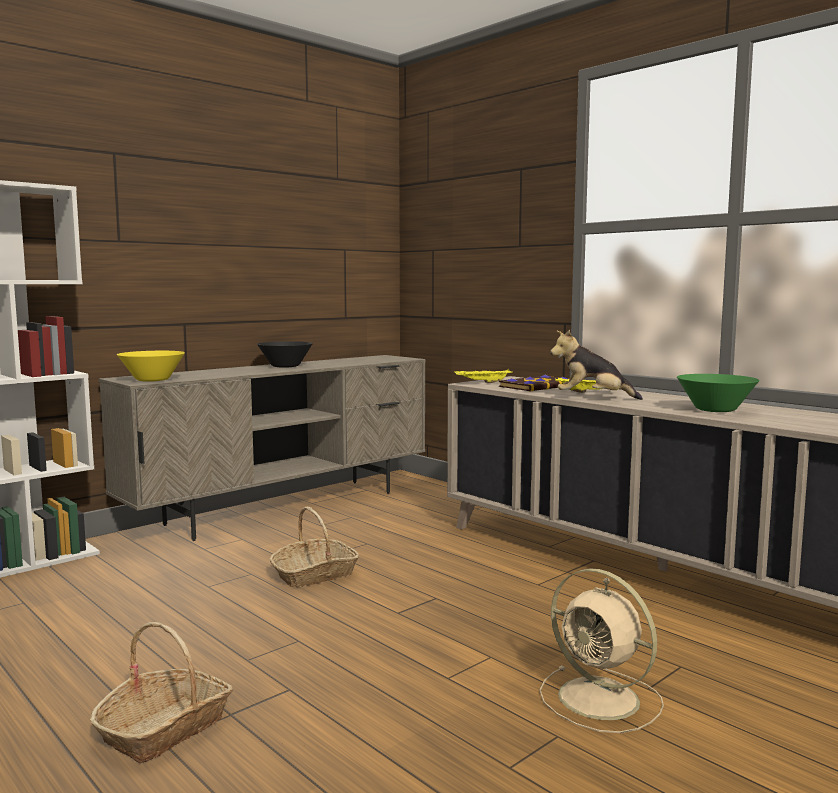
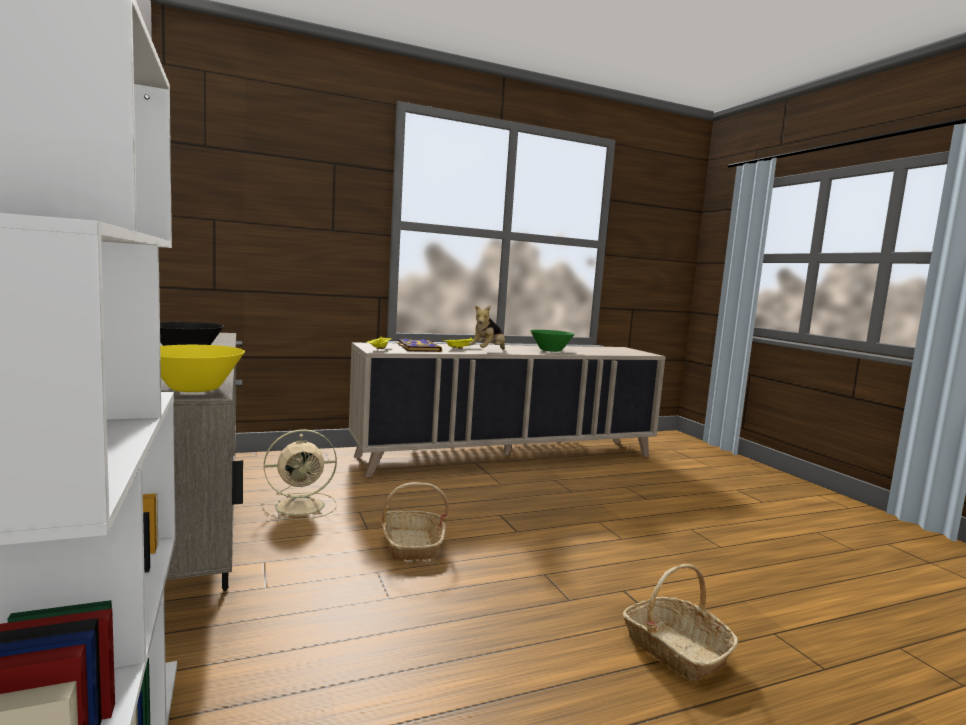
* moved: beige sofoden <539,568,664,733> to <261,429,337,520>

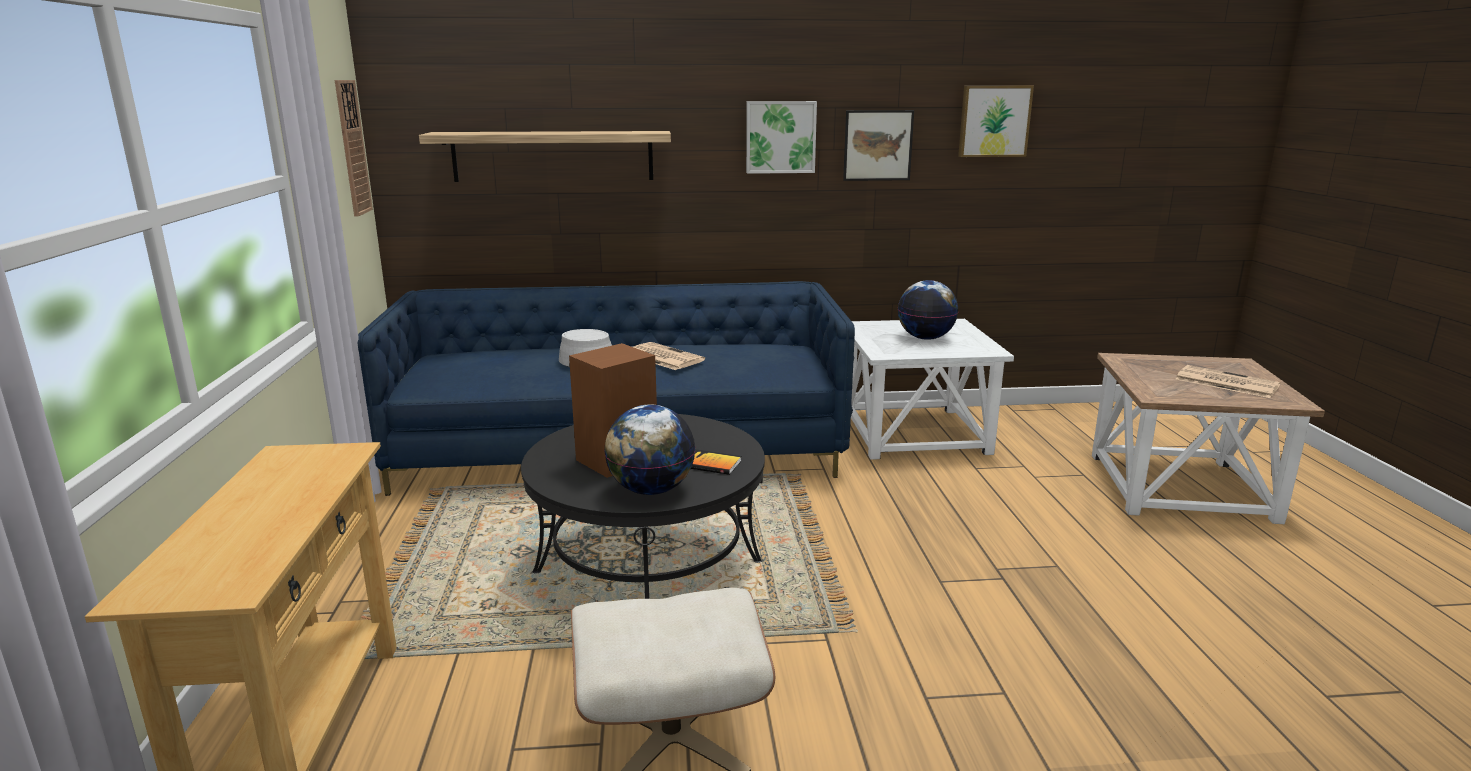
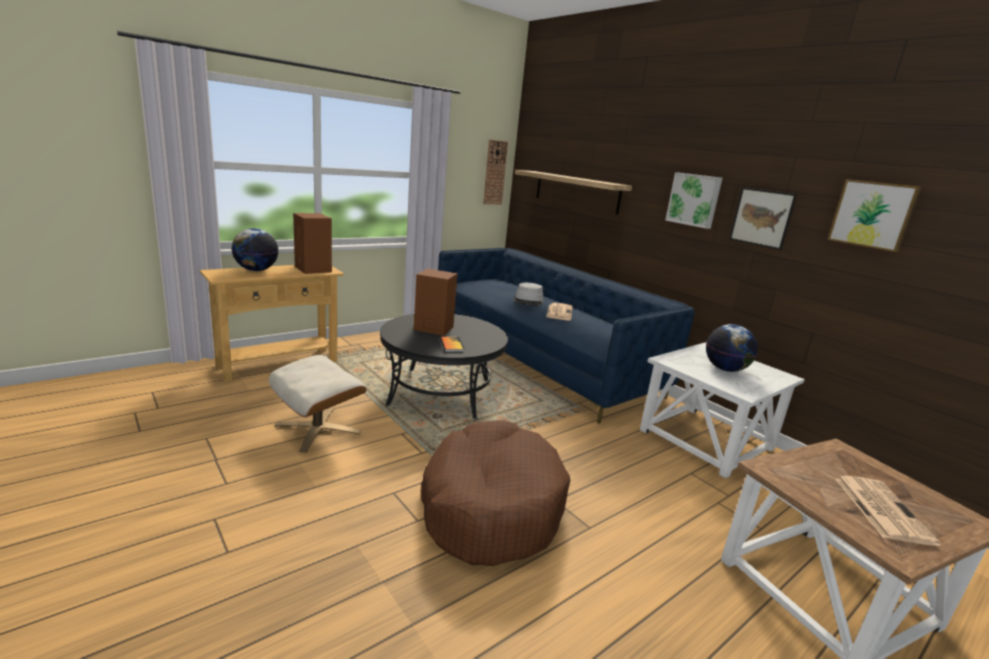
* moved: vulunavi <604,404,695,495> to <231,228,279,271>
* added: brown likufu <293,213,332,274>
* added: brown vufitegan <421,421,570,566>

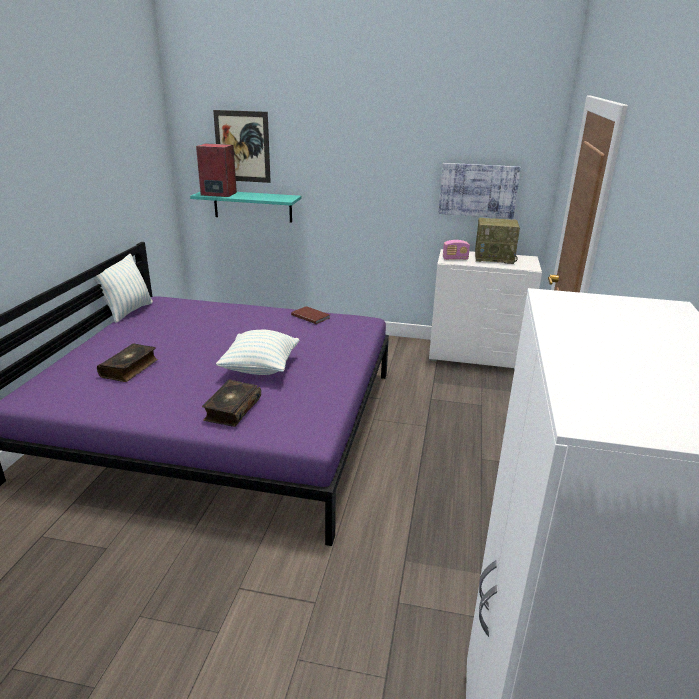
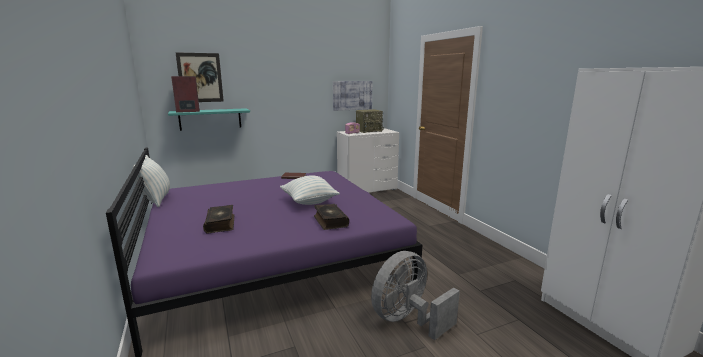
* added: grey sofoden <371,251,460,340>

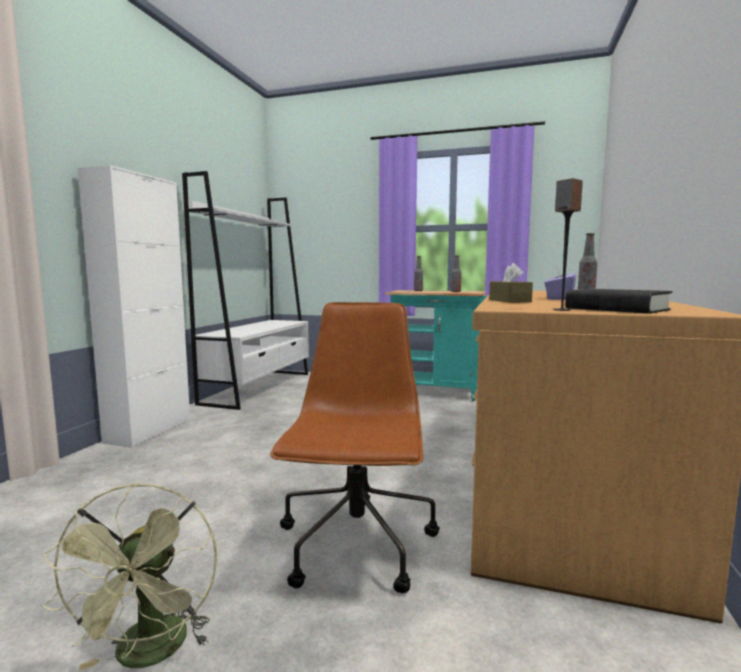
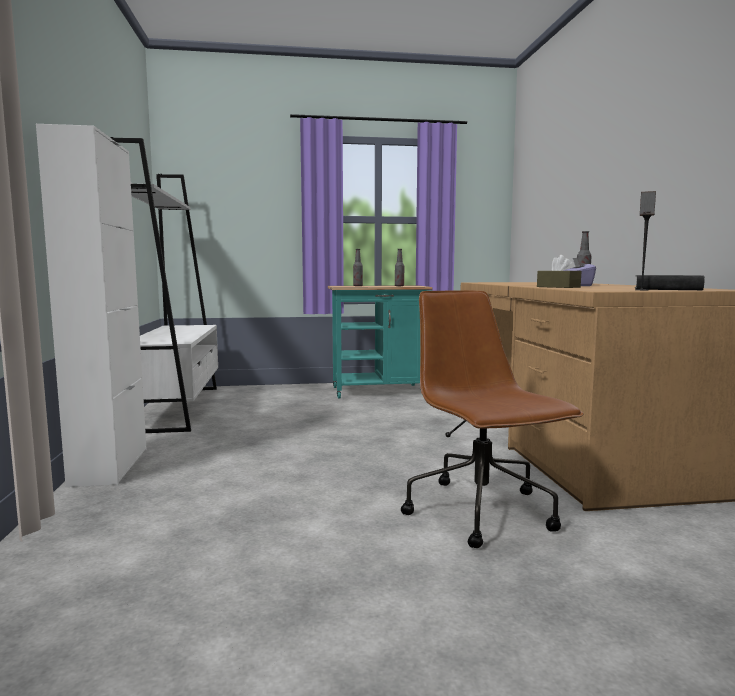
* removed: green sofoden <41,483,217,671>

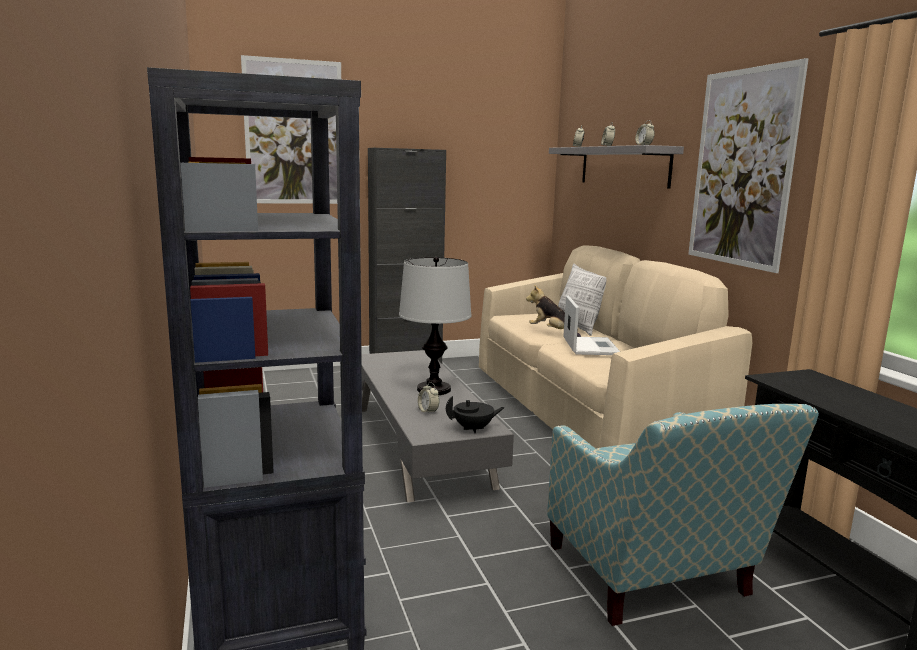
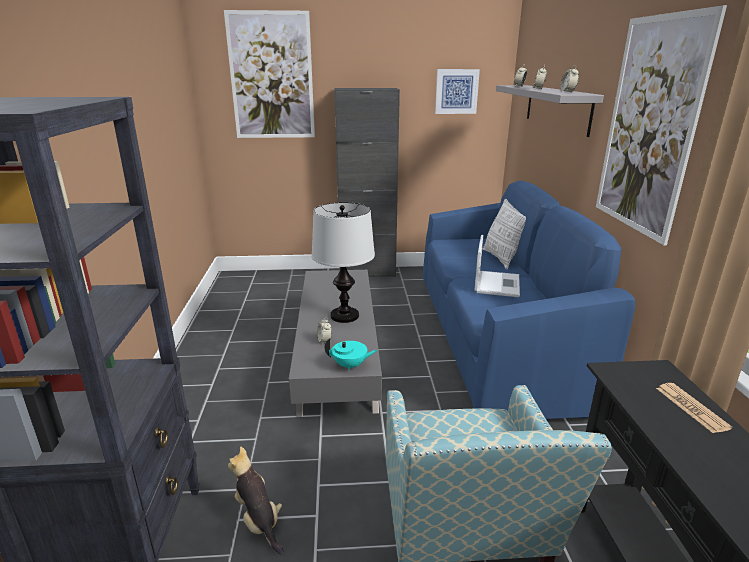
* recoloured: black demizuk <446,396,505,433> to turquoise demizuk <325,338,378,371>
* recoloured: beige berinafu <479,245,752,448> to blue berinafu <423,181,635,419>
* moved: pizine <526,285,581,337> to <228,447,284,555>
* added: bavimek <435,69,480,114>
* added: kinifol <656,383,732,433>

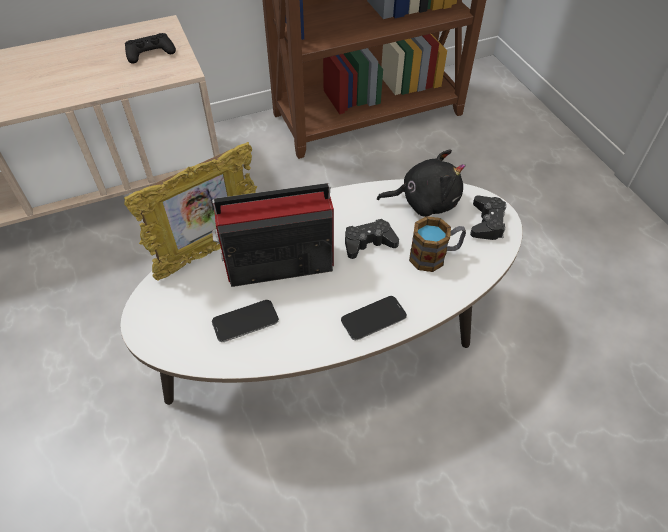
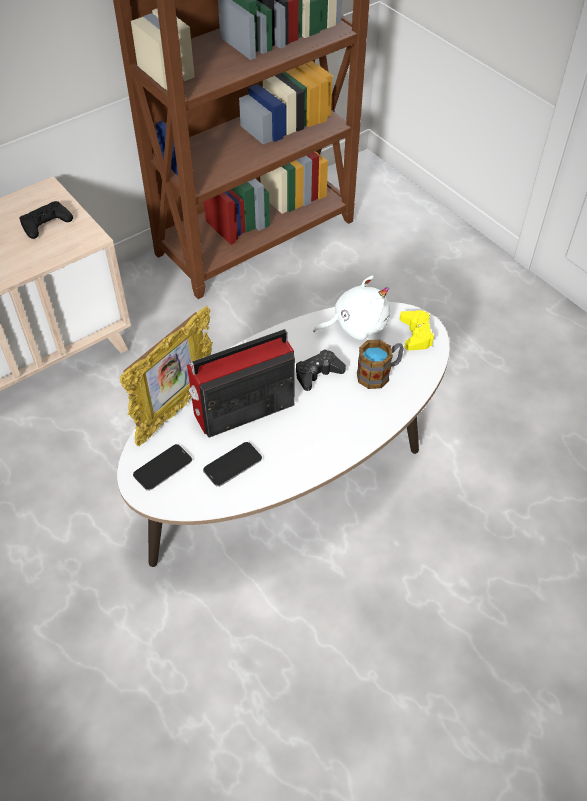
* moved: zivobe <341,296,407,340> to <133,444,192,491>
* recoloured: black pizine <377,150,465,217> to white pizine <313,275,390,340>
* recoloured: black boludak <470,195,506,240> to yellow boludak <400,310,434,350>

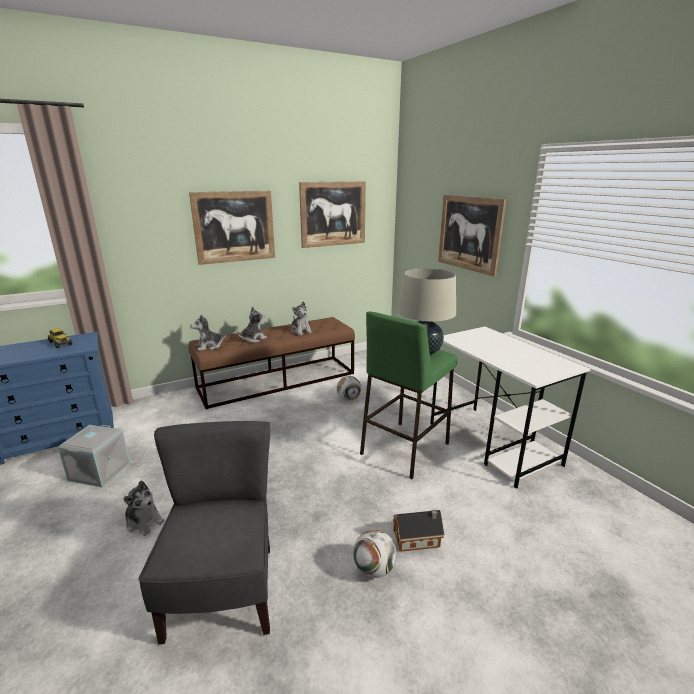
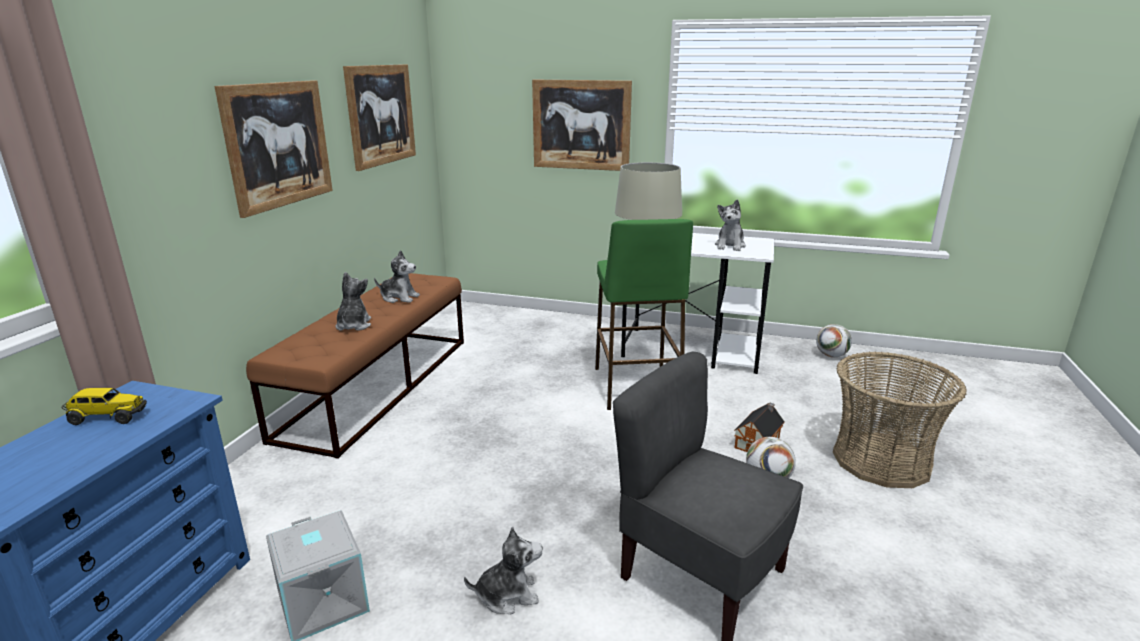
* moved: pizine <190,315,226,351> to <715,200,746,251>
* moved: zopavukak <337,376,361,401> to <816,324,852,357>
* added: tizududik <833,351,967,488>

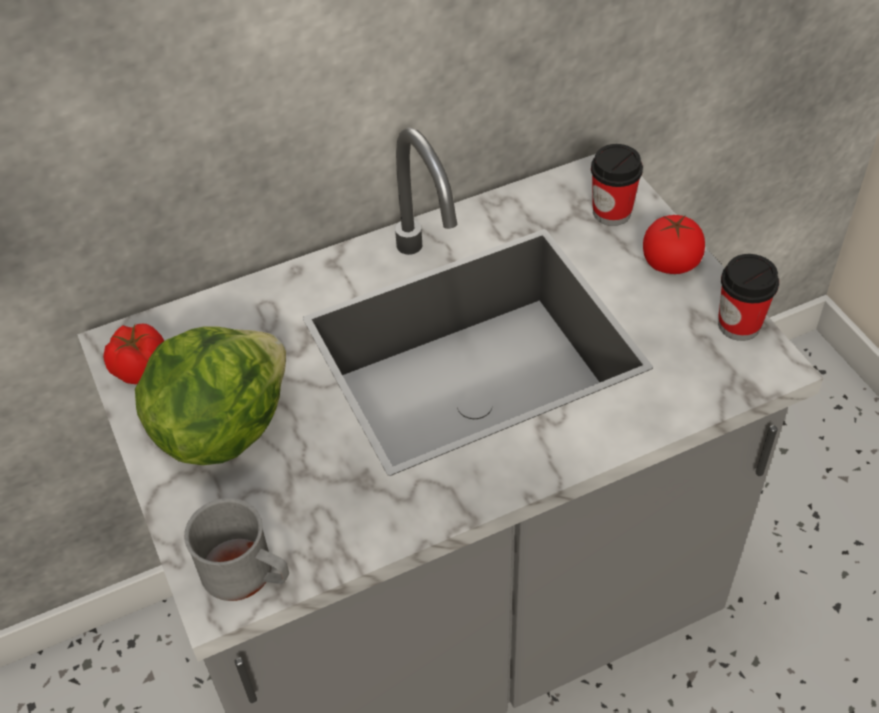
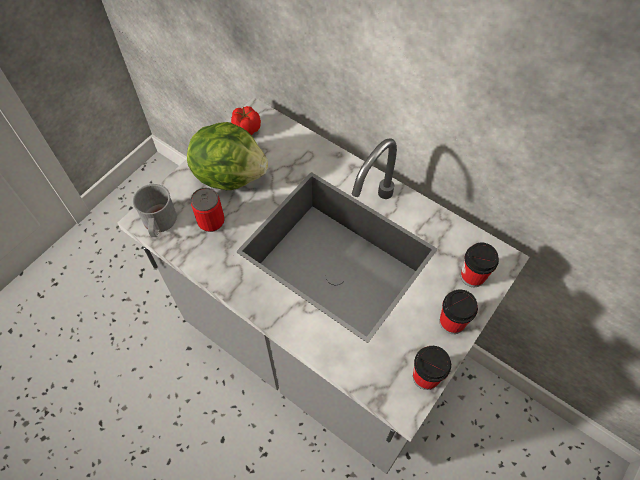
* replaced: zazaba <643,215,705,274> to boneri <440,289,478,334>
* added: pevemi <191,188,225,232>

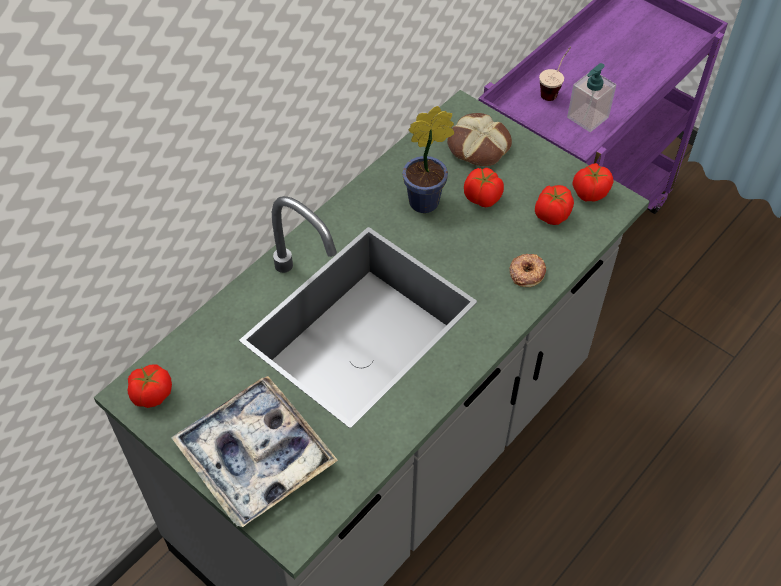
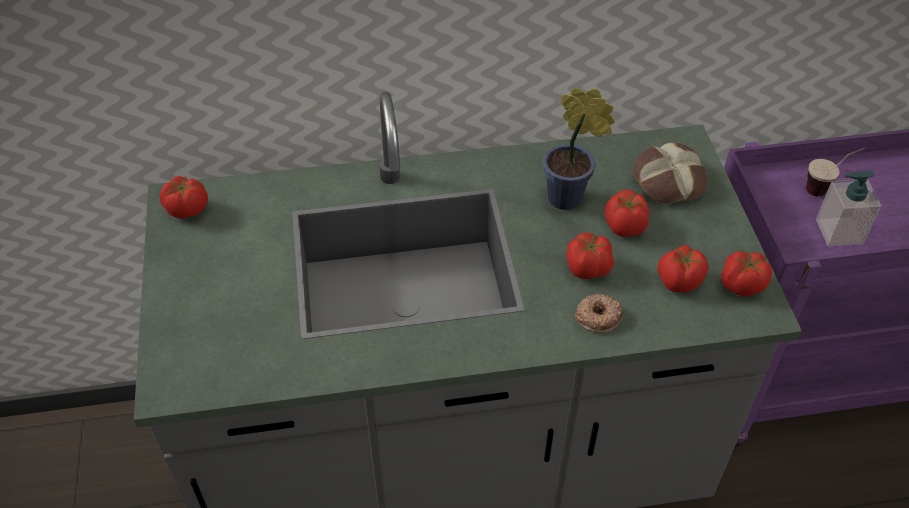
* removed: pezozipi <171,376,338,528>
* added: zazaba <566,232,614,279>

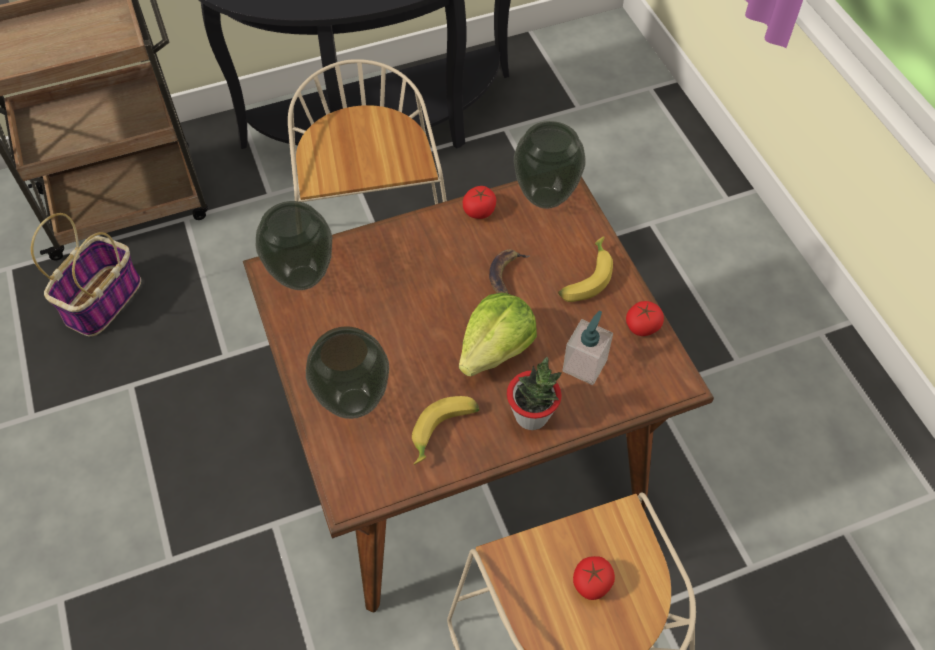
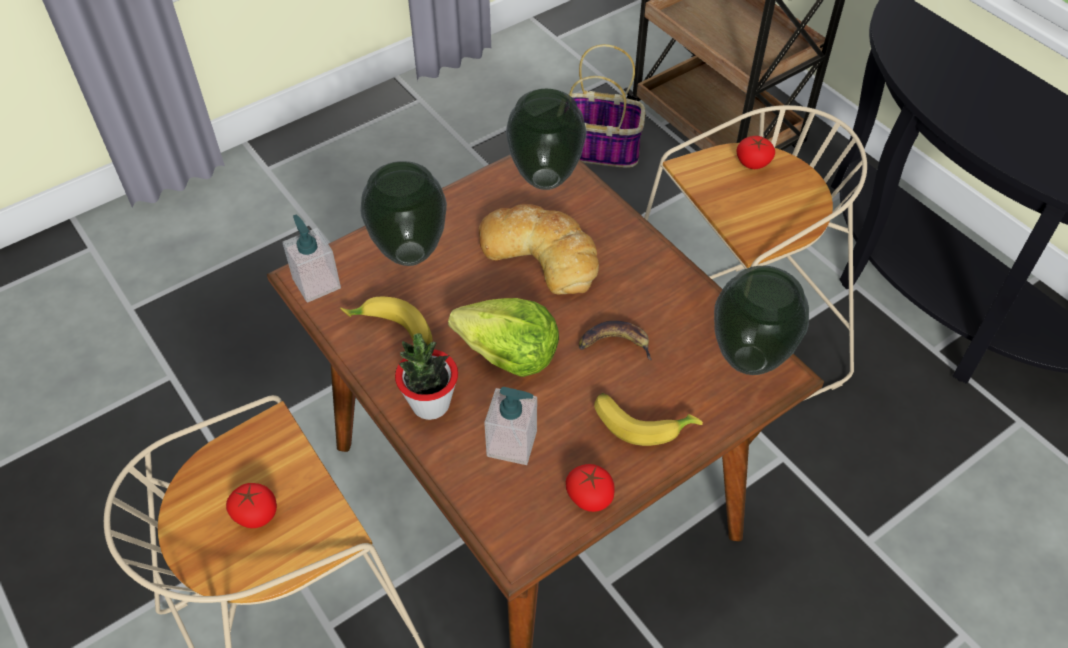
* moved: zazaba <463,186,496,219> to <736,136,775,169>
* added: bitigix <282,215,341,303>
* added: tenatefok <479,204,599,294>

